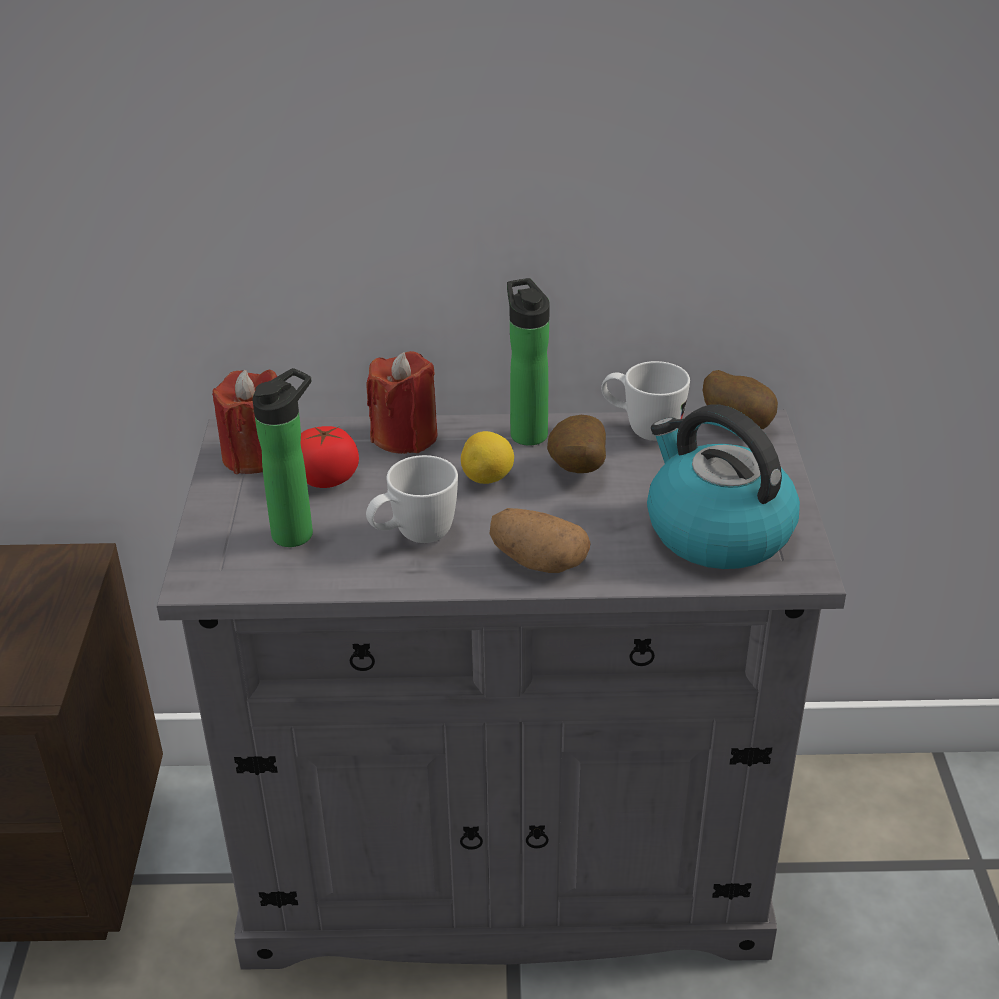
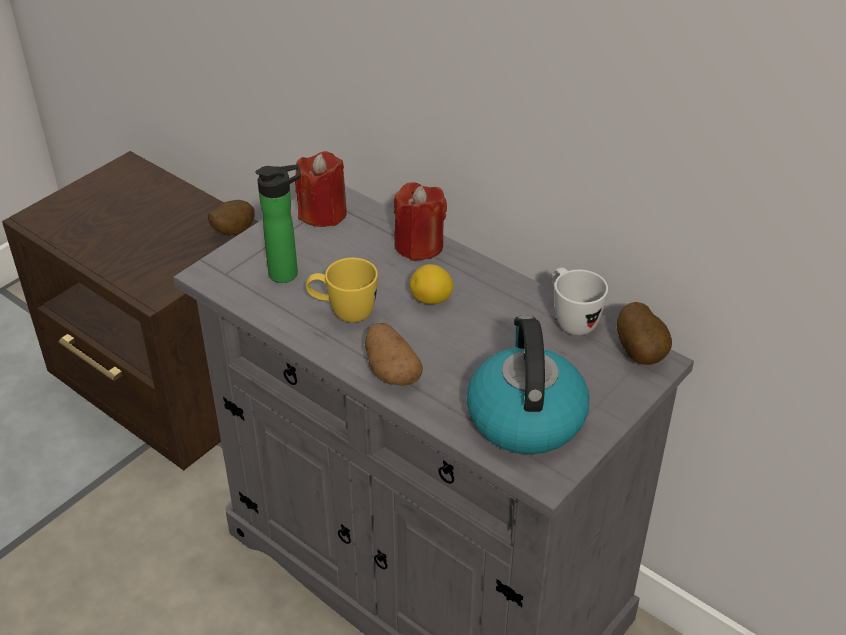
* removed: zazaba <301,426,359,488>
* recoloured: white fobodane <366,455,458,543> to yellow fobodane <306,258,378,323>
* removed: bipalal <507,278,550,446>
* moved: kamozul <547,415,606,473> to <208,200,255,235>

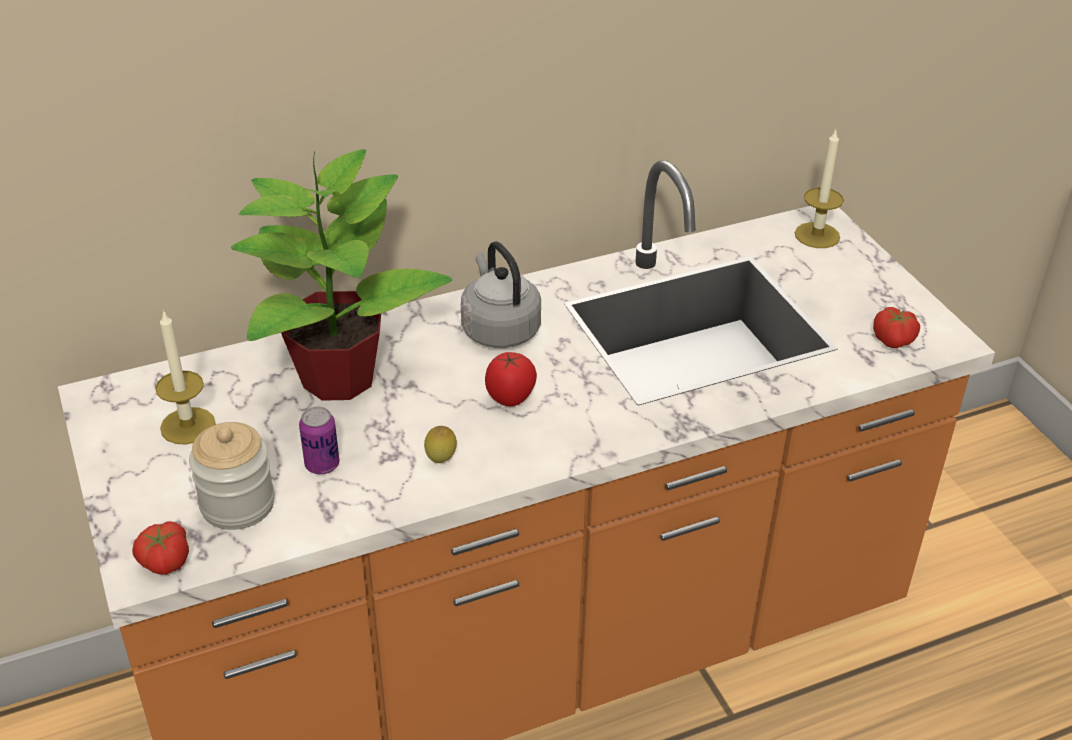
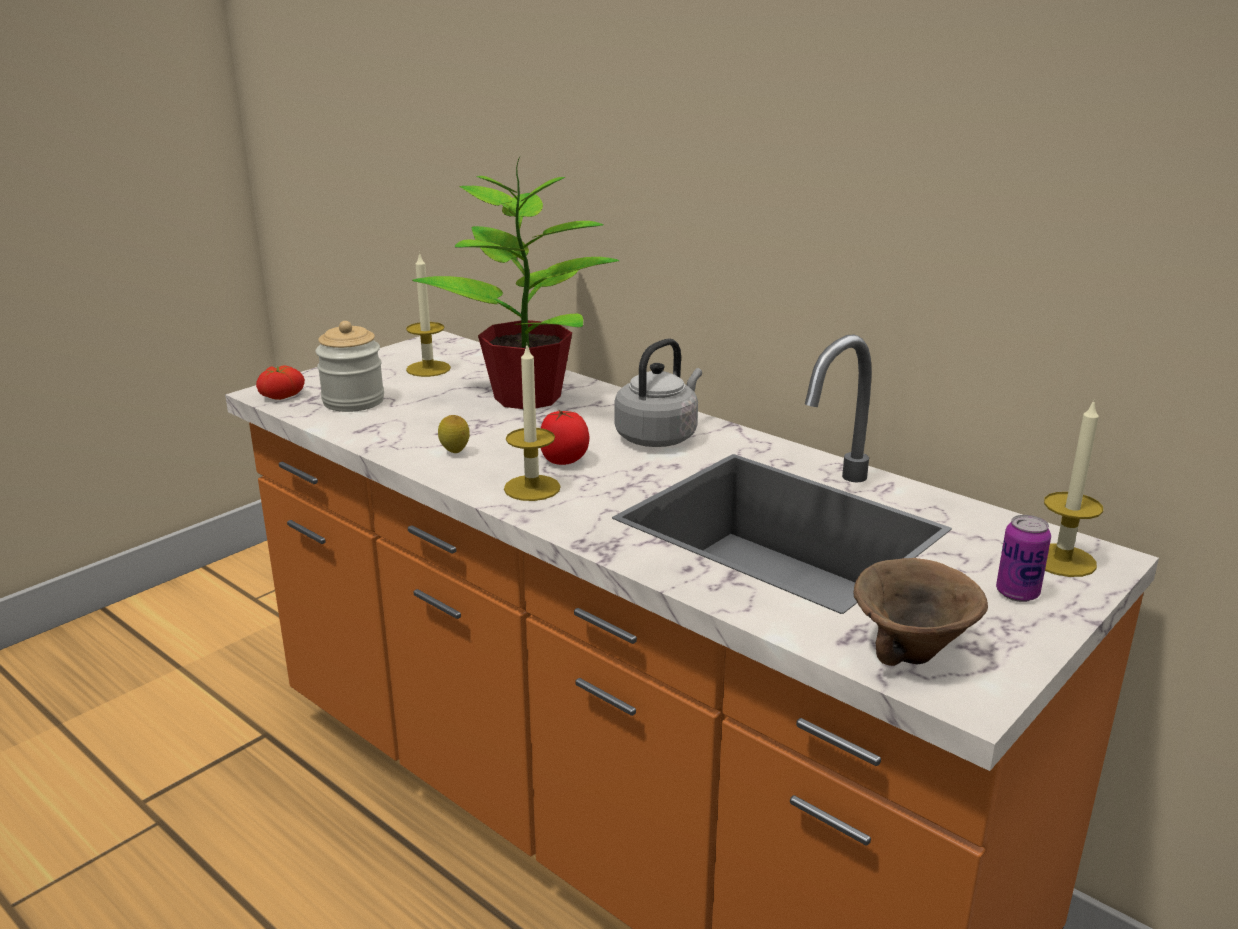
* moved: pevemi <299,407,339,474> to <996,515,1051,602>
* replaced: zazaba <873,307,920,348> to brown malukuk <853,558,988,666>
* added: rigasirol <504,343,561,501>

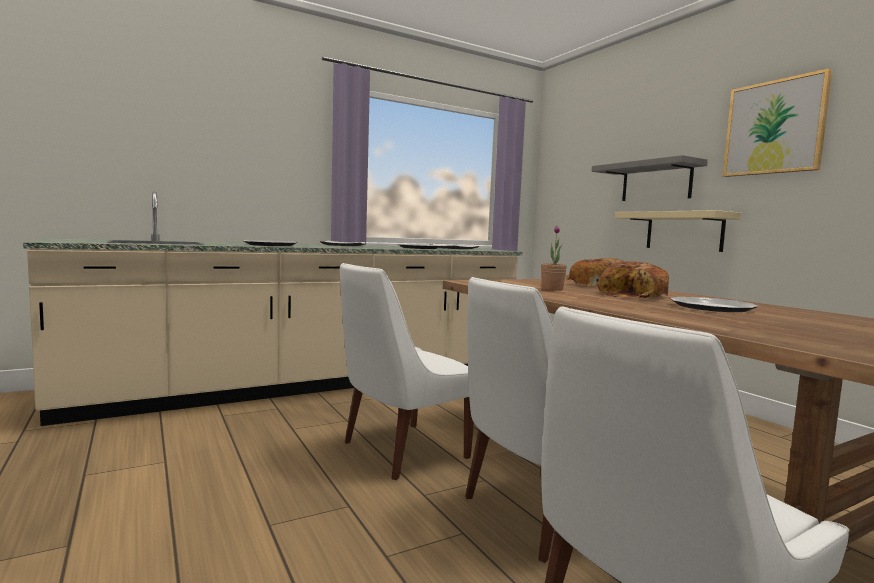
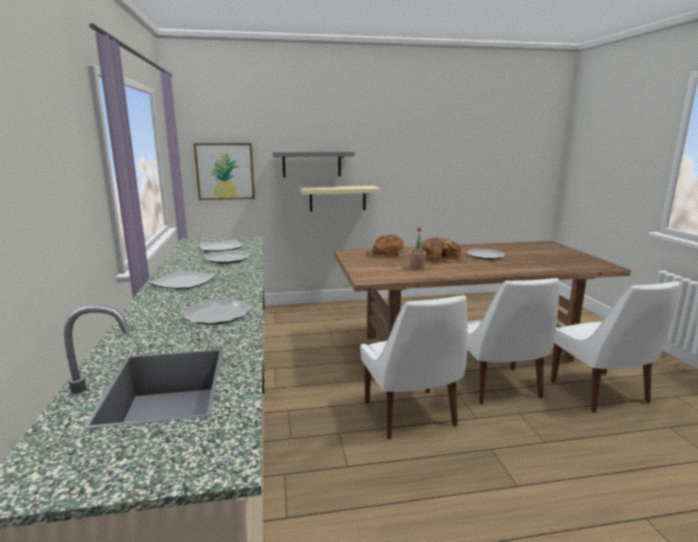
* moved: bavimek <723,68,832,177> to <194,143,255,200>

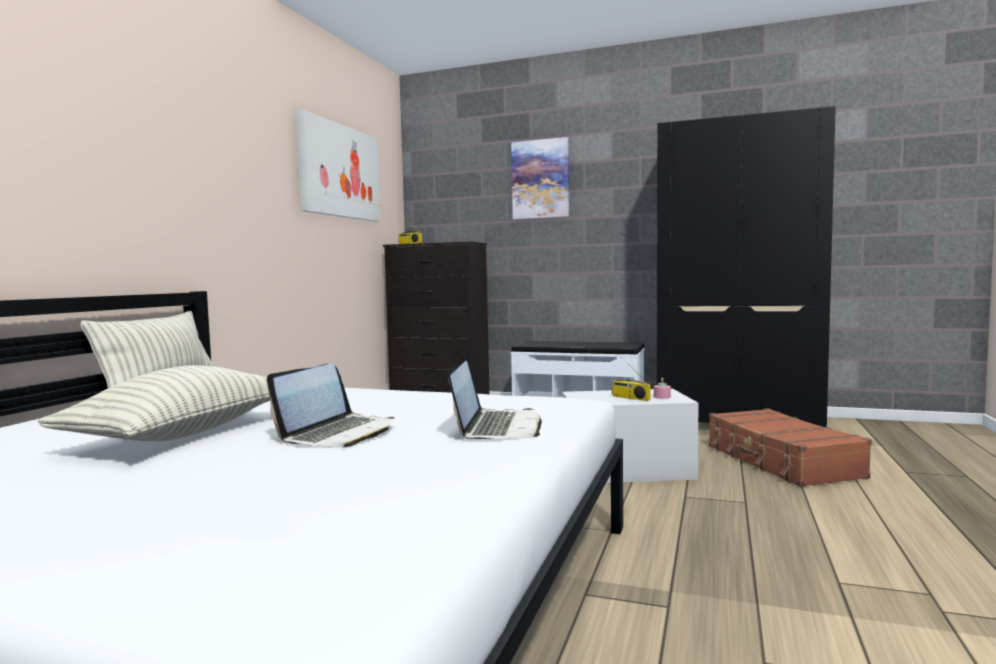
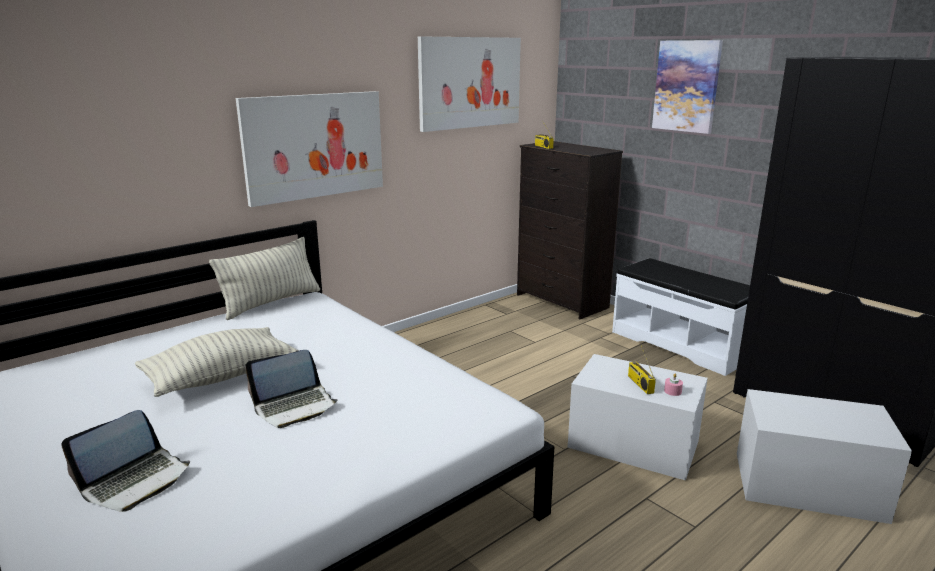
* moved: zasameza <448,361,542,439> to <61,410,190,512>
* replaced: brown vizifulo <709,408,872,487> to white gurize <737,389,912,524>
* added: bavimek <236,91,383,207>

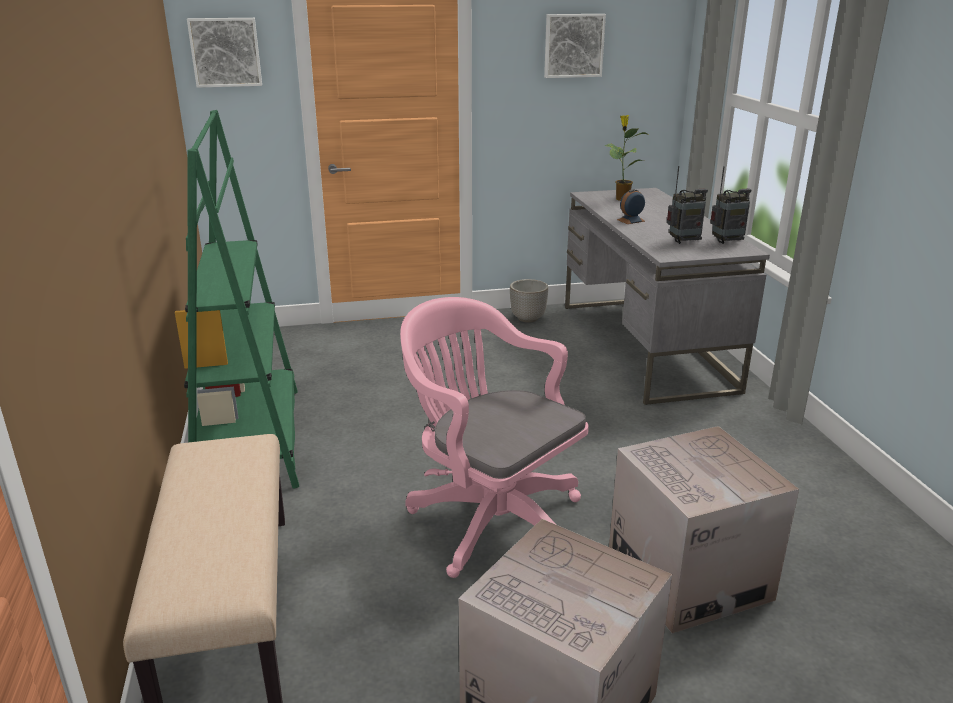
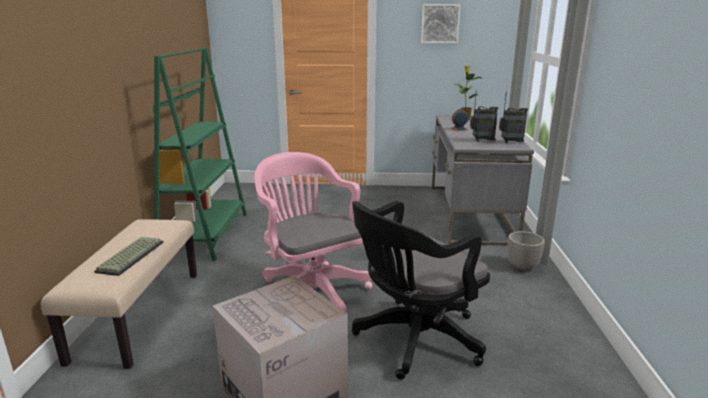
* removed: bavimek <187,18,262,88>
* moved: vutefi <510,279,548,323> to <508,231,545,271>
* replaced: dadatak <609,426,799,633> to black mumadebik <351,201,490,380>
* added: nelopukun <94,237,164,276>

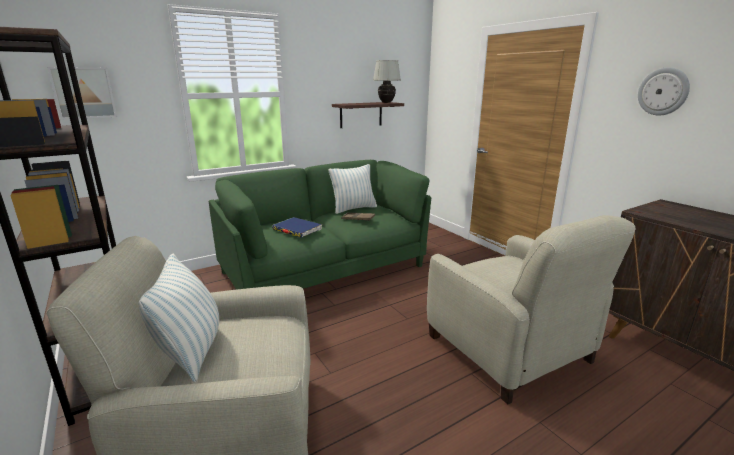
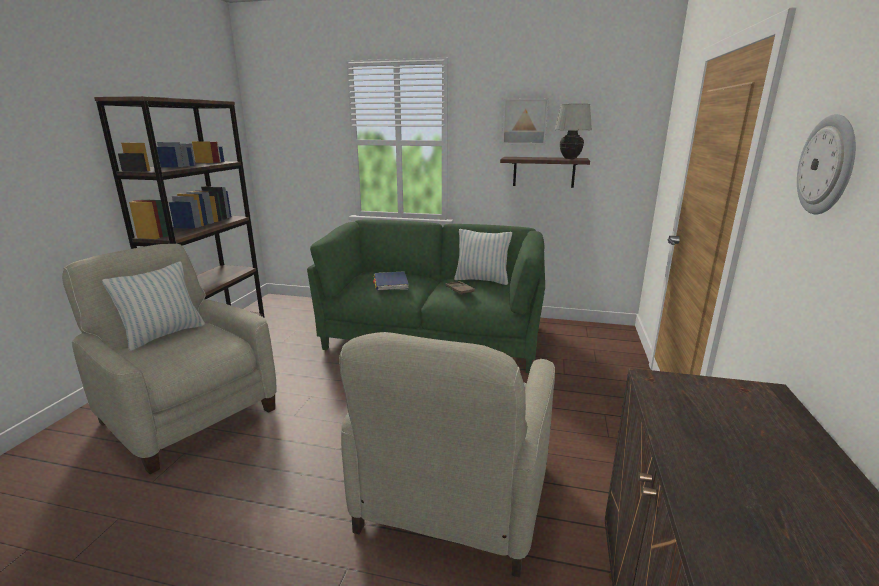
* moved: bavimek <47,67,117,119> to <502,98,549,145>

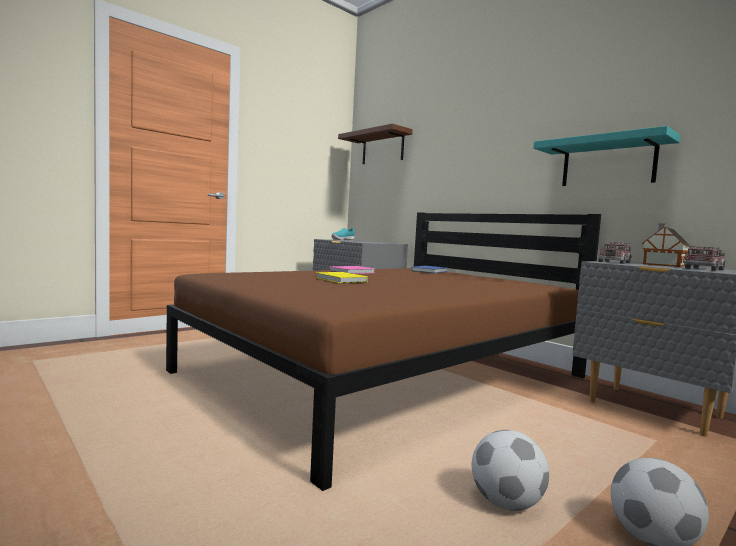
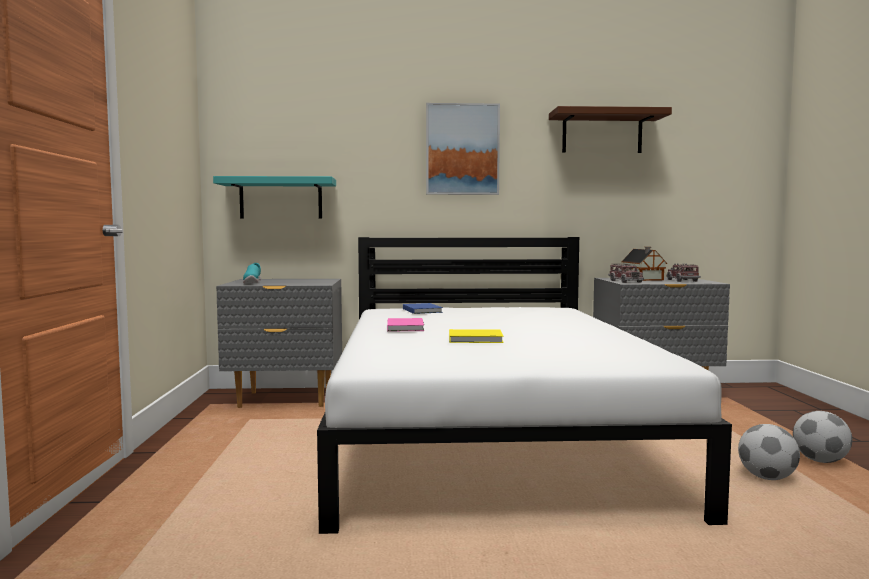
* recoloured: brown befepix <166,213,601,491> to white befepix <317,237,732,534>
* moved: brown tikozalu <338,124,413,164> to <549,106,672,153>
* moved: turquoise tikozalu <533,126,681,186> to <213,176,336,219>
* added: bavimek <426,103,500,195>

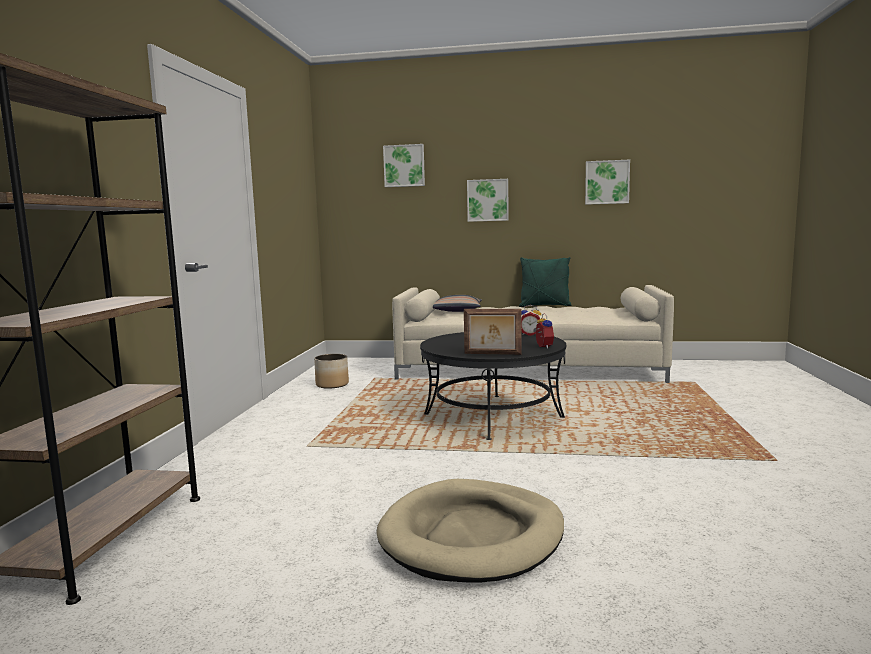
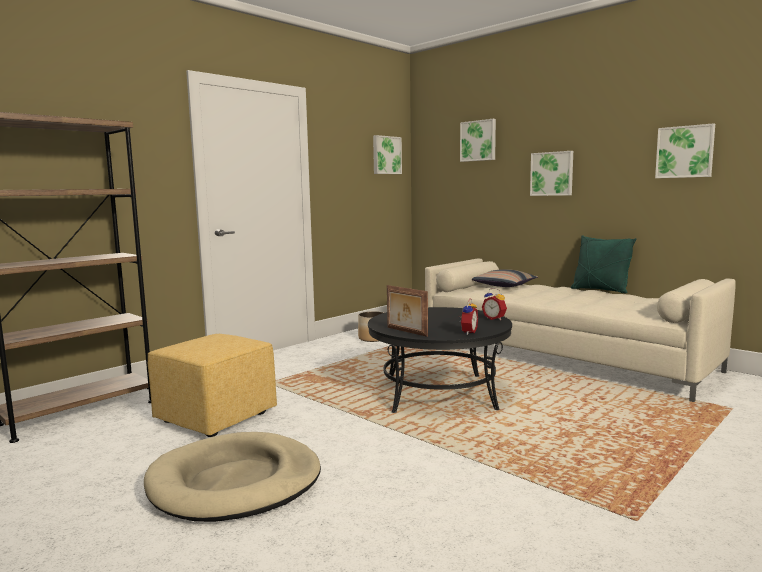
* added: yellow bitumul <148,334,277,437>
* added: bavimek <373,135,402,174>

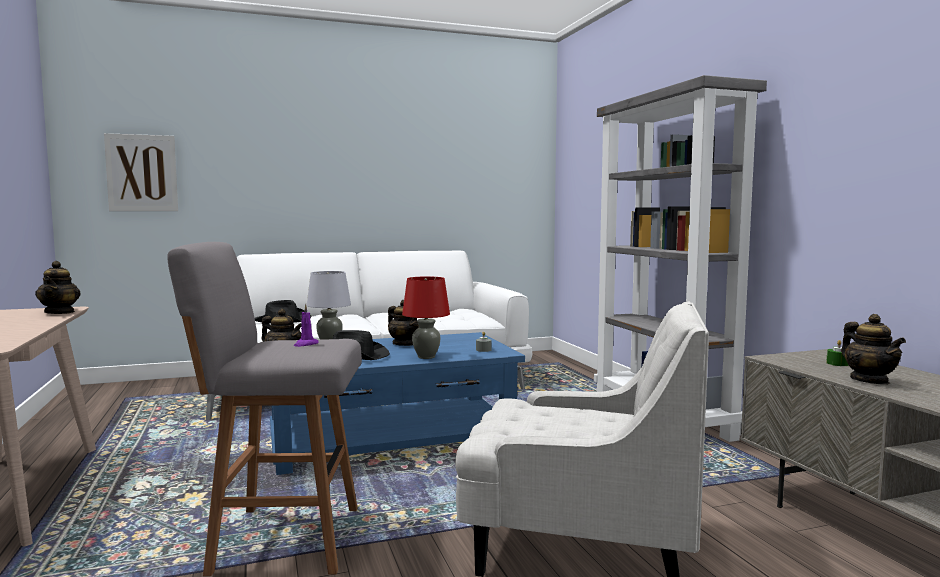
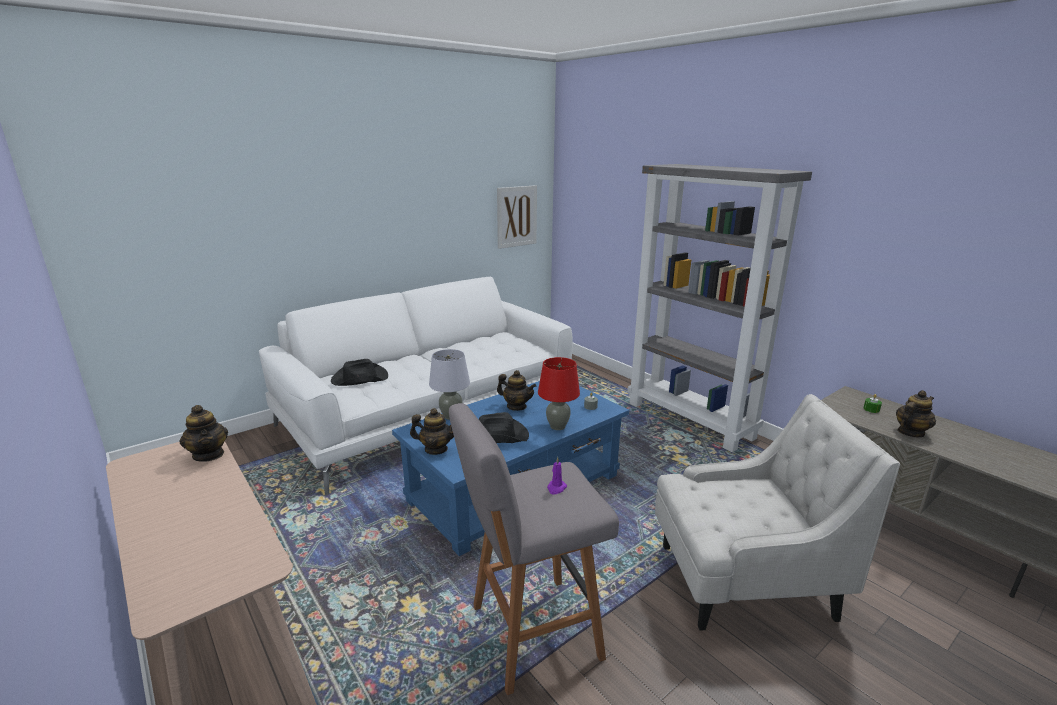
* moved: bavimek <104,133,178,211> to <497,185,537,249>
* turned: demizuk <841,314,906,385> = <896,390,936,437> 90 degrees counterclockwise

